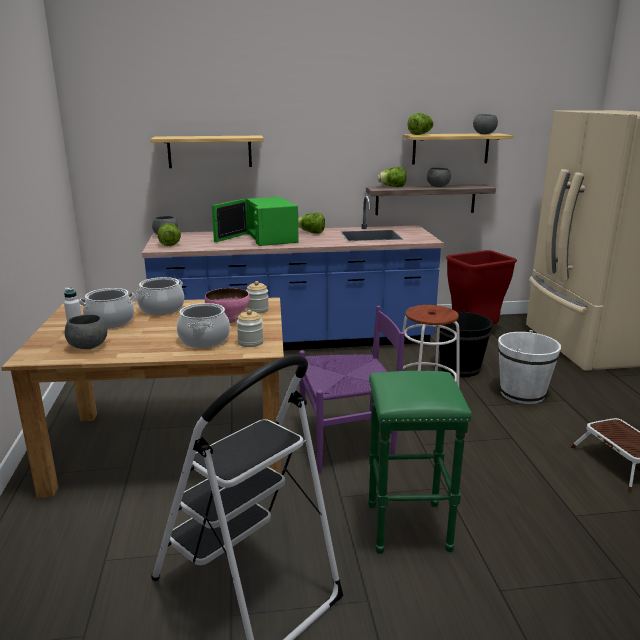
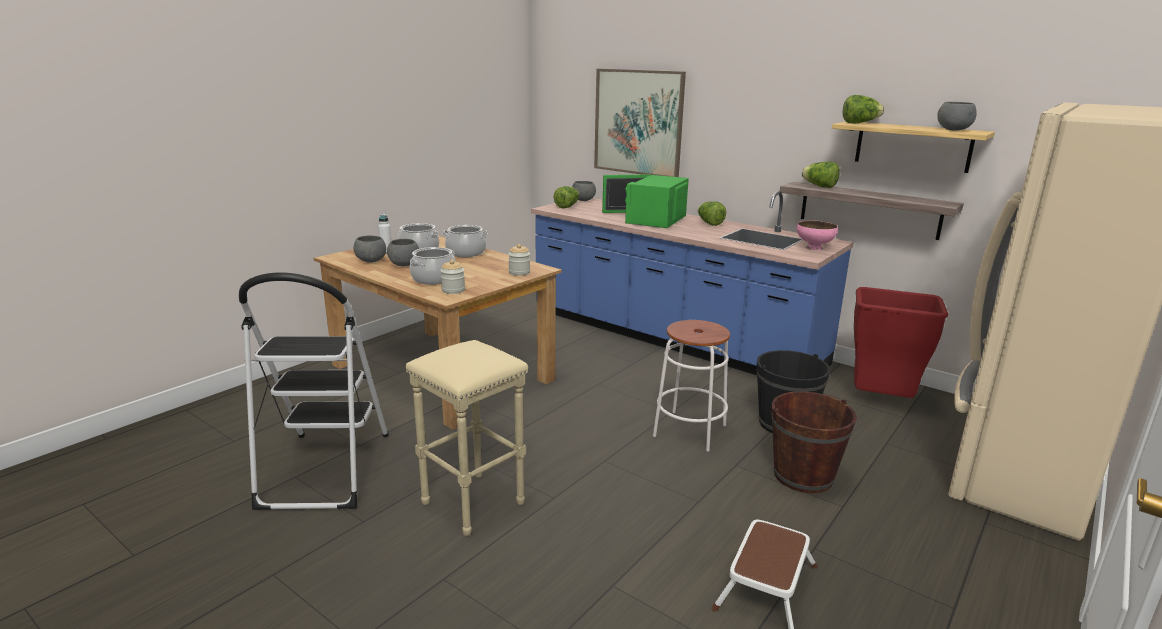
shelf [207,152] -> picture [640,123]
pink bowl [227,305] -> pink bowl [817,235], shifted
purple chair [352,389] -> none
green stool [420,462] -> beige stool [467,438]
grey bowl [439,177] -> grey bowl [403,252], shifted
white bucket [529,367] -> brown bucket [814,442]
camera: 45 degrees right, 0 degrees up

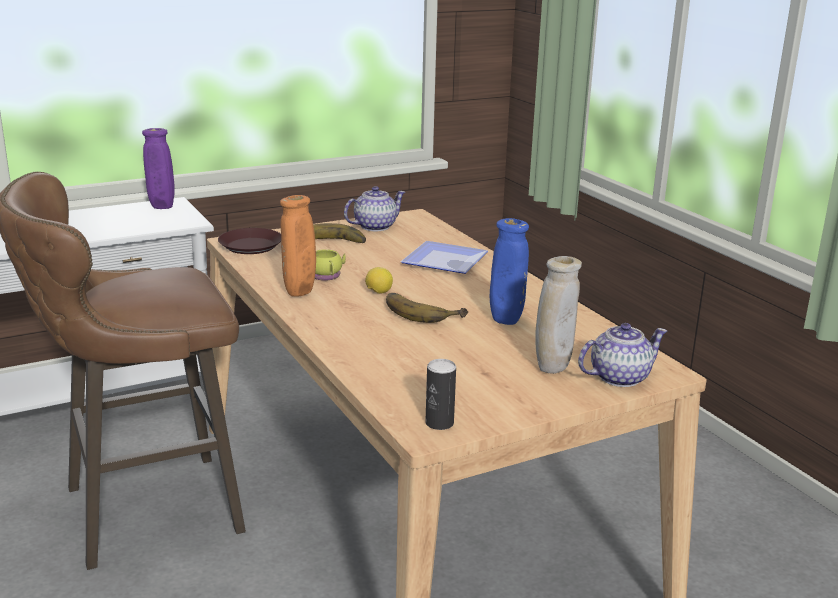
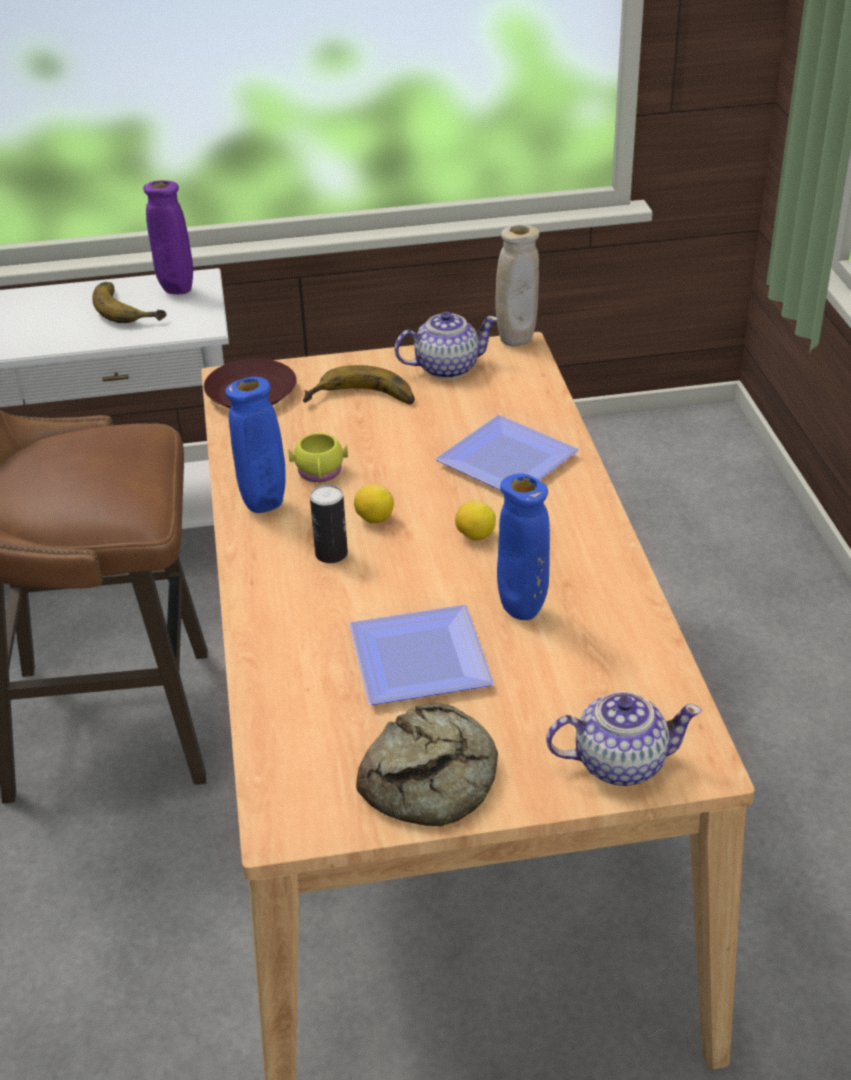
orange vase [298,246] -> blue vase [255,445]
banana [427,308] -> banana [129,302], shifted
can [440,394] -> can [329,523], shifted
beige vase [558,315] -> beige vase [517,285], shifted
none -> plate [421,655]
none -> bread [427,764]
none -> lemon [475,521]
camera: 20 degrees right, 15 degrees up

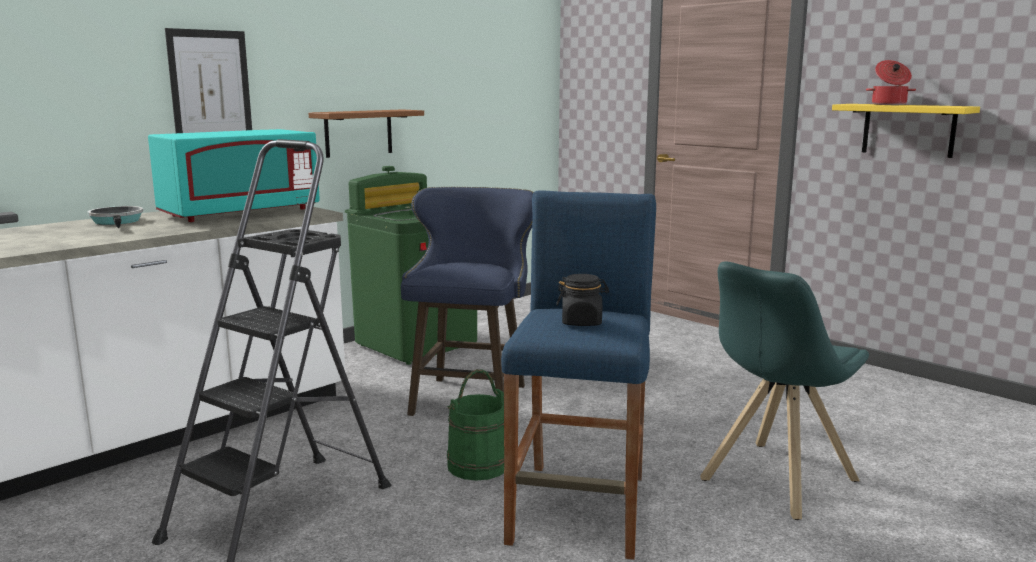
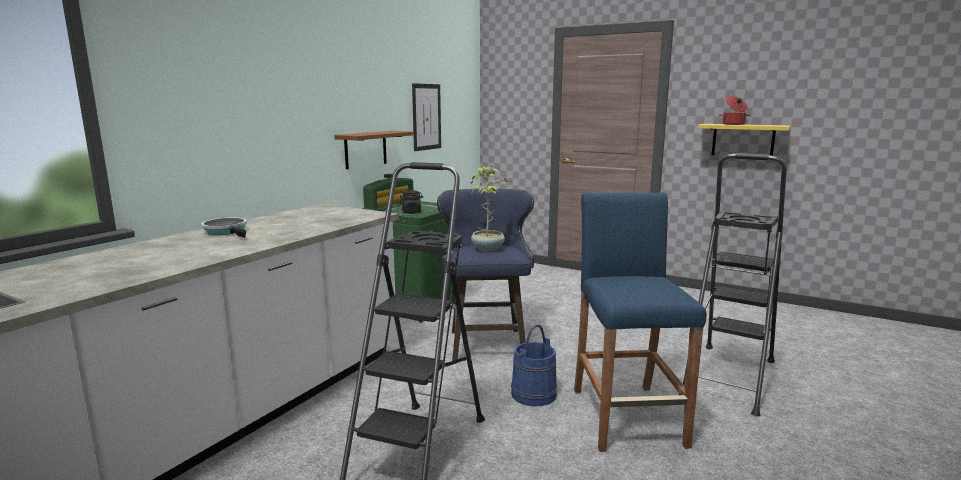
turquoise microwave [234,175] -> none
picture [208,80] -> picture [426,117], shifted
green bucket [475,425] -> blue bucket [534,365]
black jar [582,300] -> black jar [411,202], shifted
turquoise chair [784,390] -> step ladder [733,285]
none -> potted plant [491,208]
camera: 15 degrees left, 0 degrees up

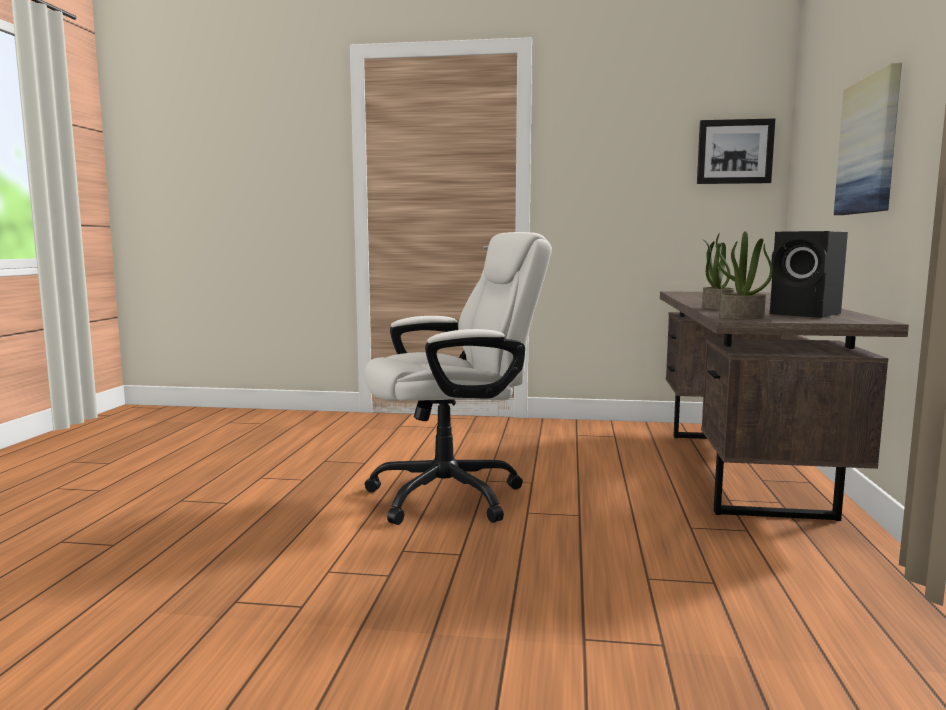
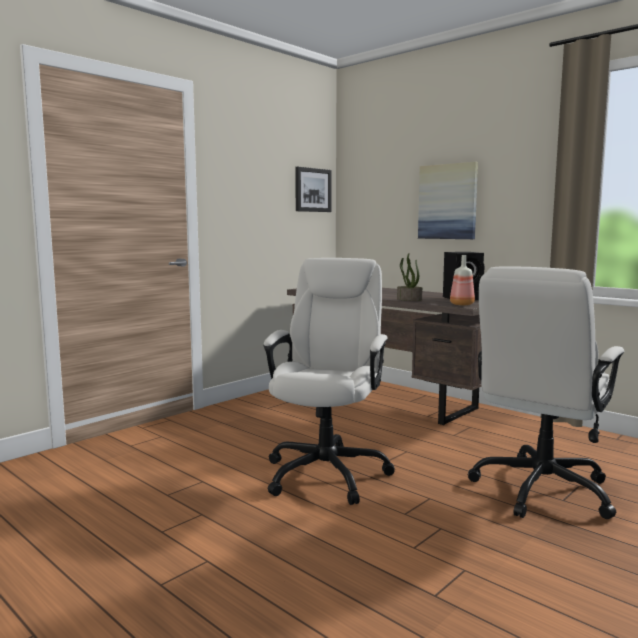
potted plant [745,275] -> bottle [462,280]
none -> white office chair [546,392]
camera: 55 degrees left, 0 degrees up

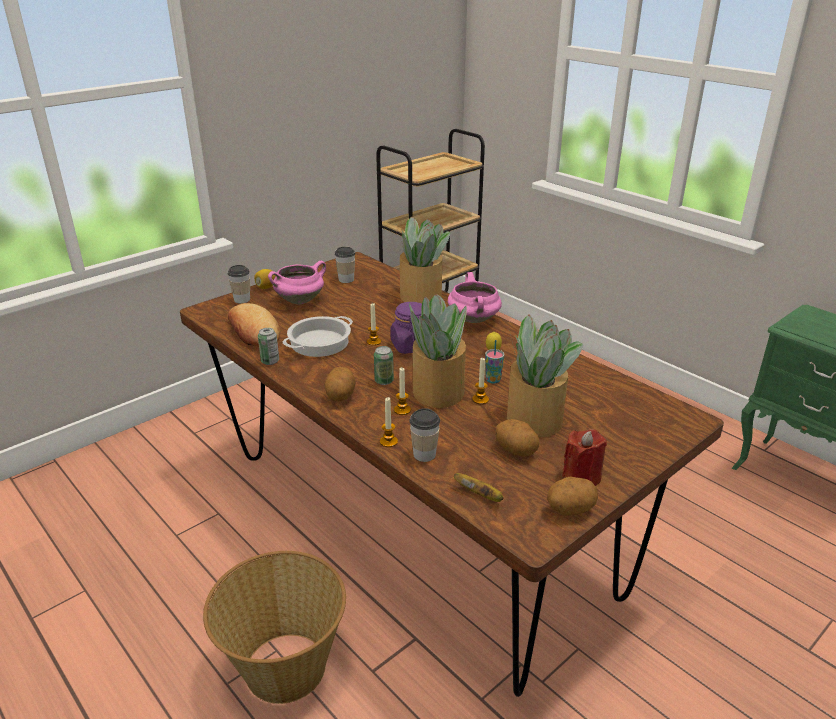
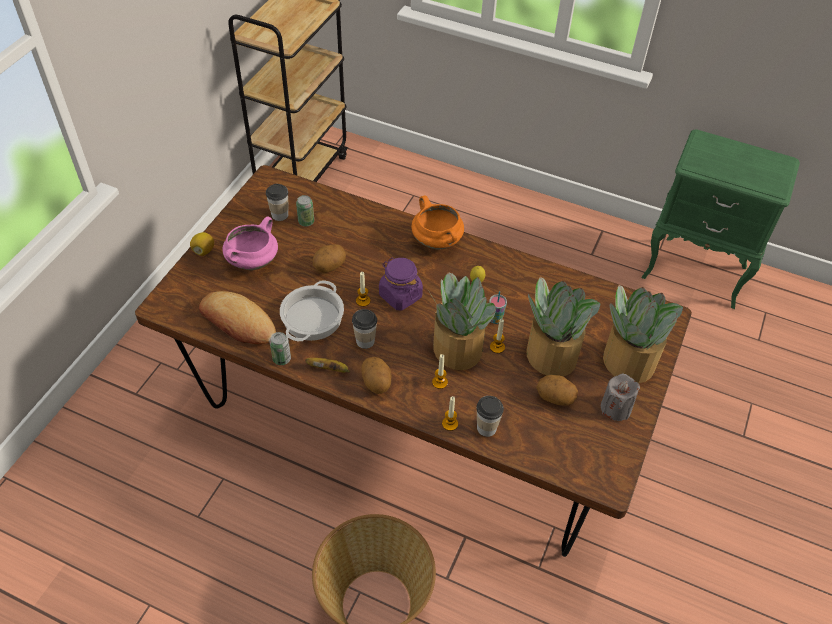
cup [238,284] -> cup [364,329], shifted
can [384,365] -> can [305,211], shifted
potted plant [424,260] -> potted plant [643,334], shifted
pink cooking pot [475,297] -> orange cooking pot [437,222]
banana [479,487] -> banana [327,365], shifted
potato [572,496] -> potato [329,258], shifted
red candle [584,457] -> grey candle [620,397]
camera: 25 degrees left, 20 degrees up

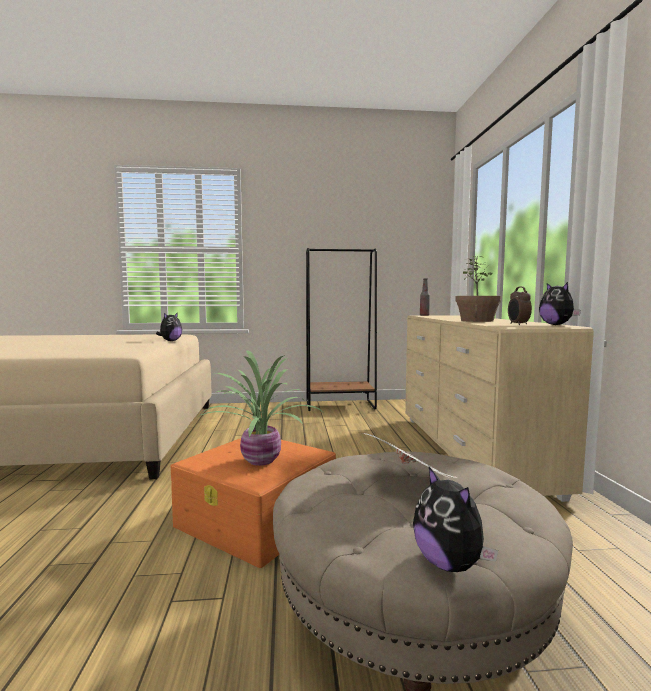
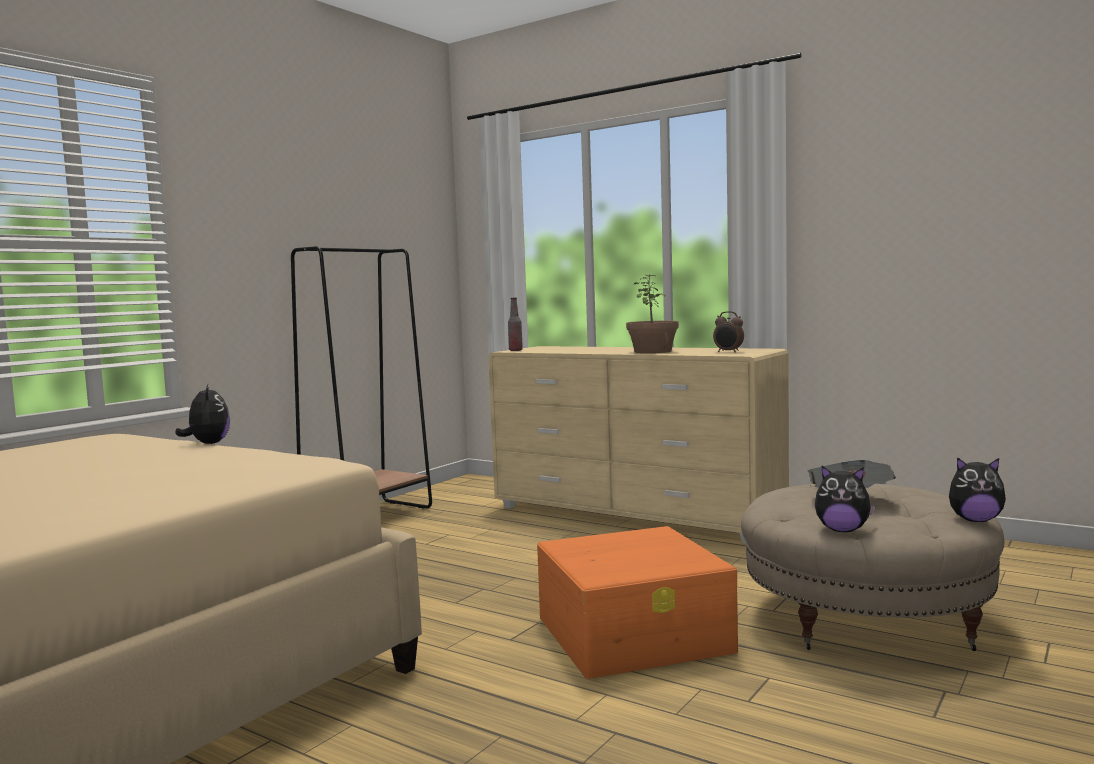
potted plant [261,408] -> none
plush toy [560,303] -> plush toy [845,499], shifted
camera: 50 degrees left, 0 degrees up

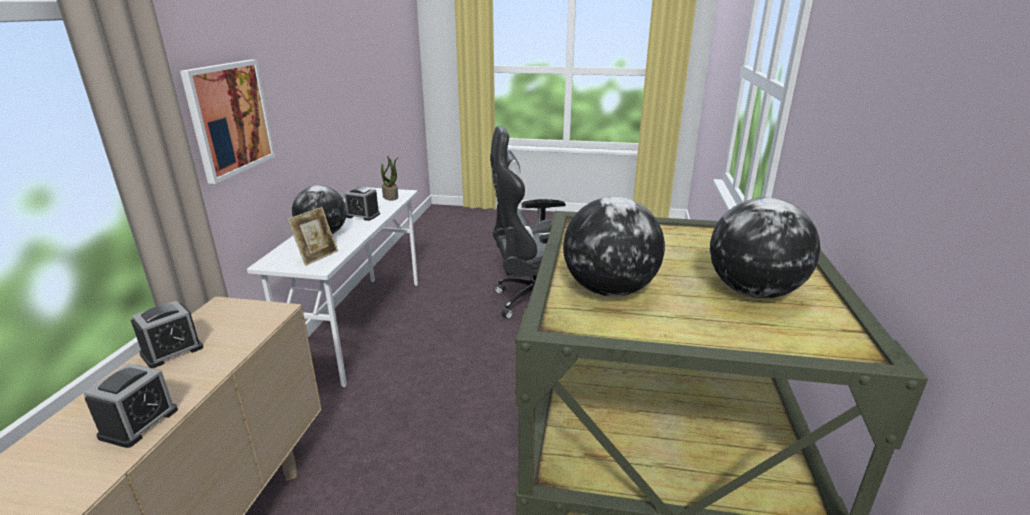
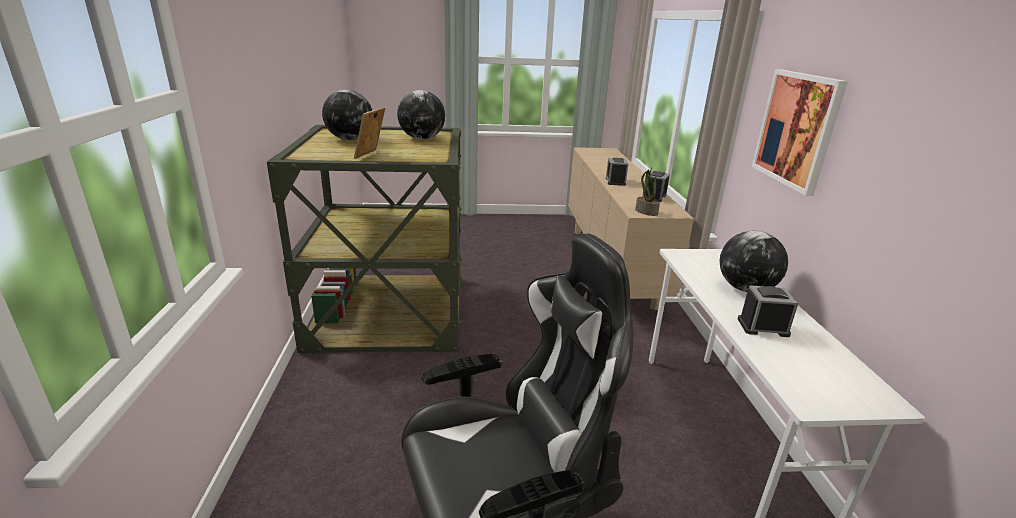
picture frame [312,236] -> picture frame [369,133], shifted
potted plant [389,178] -> potted plant [647,192], shifted
camera: 165 degrees right, 0 degrees up

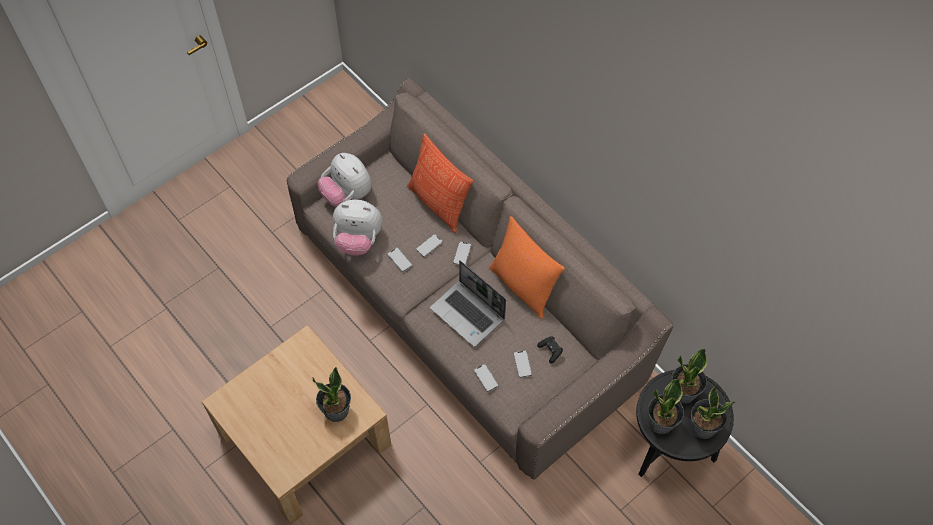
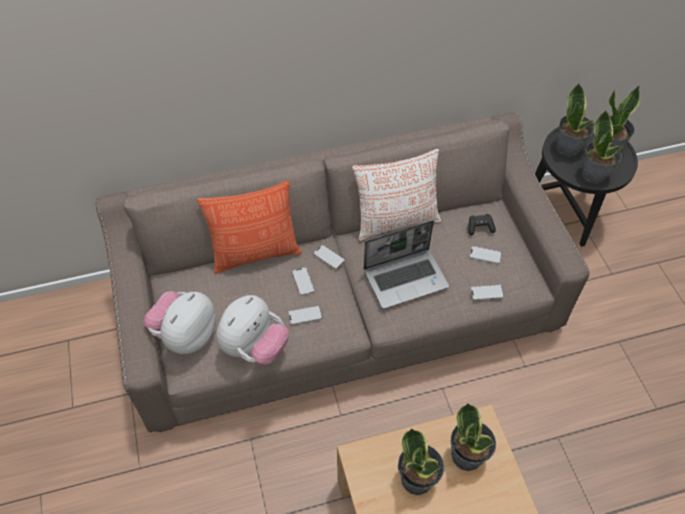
plush toy [345,179] -> plush toy [179,322], 135 degrees clockwise
orange pillow [527,267] -> white pillow [396,195]
none -> potted plant [421,461]
camera: 65 degrees left, 5 degrees down

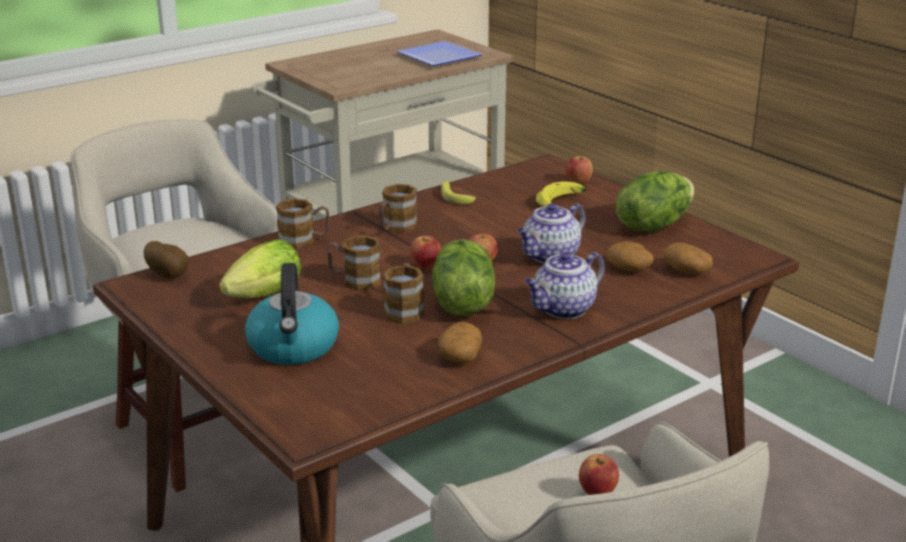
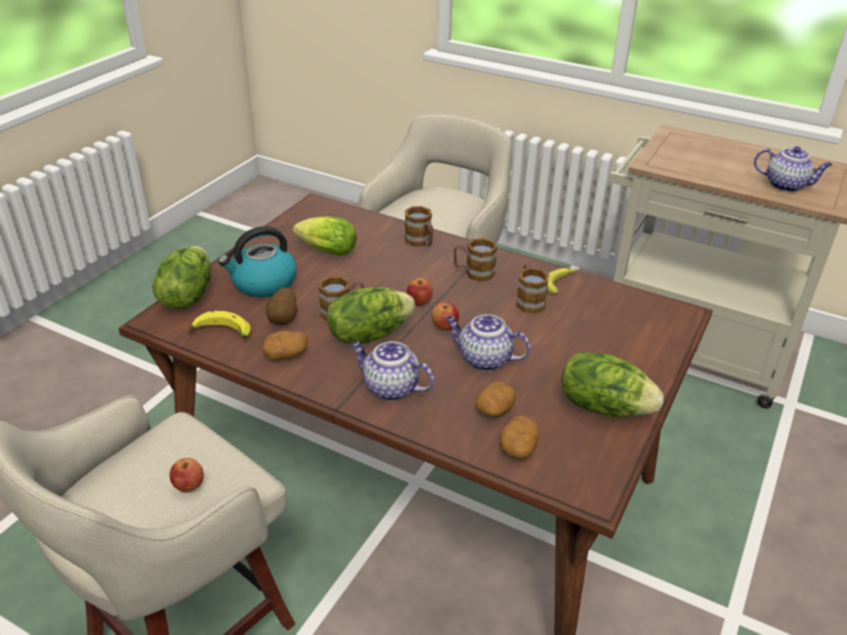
potato [166,259] -> potato [281,306], shifted
mug [354,263] -> mug [532,289], shifted
plate [440,53] -> teapot [793,169]
banana [561,194] -> banana [219,325], shifted
apple [579,170] -> none
none -> lettuce [181,278]
camera: 65 degrees right, 10 degrees up

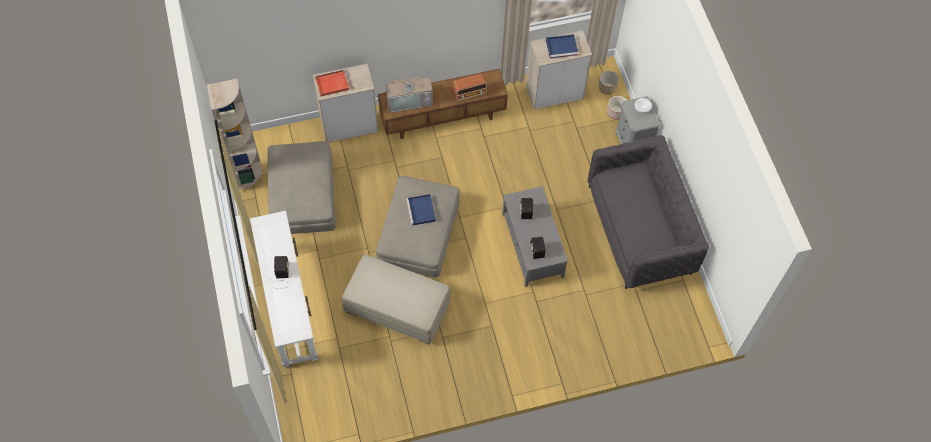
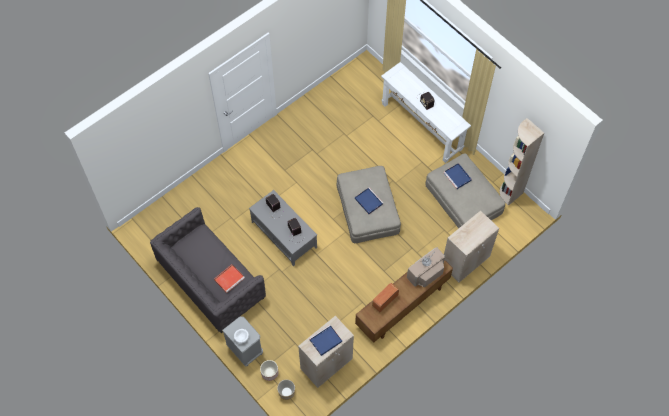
red tray [332,82] -> red tray [229,278], shifted
beige ottoman [396,299] -> none
none -> blue tray [458,176]
camera: 155 degrees right, 0 degrees up

